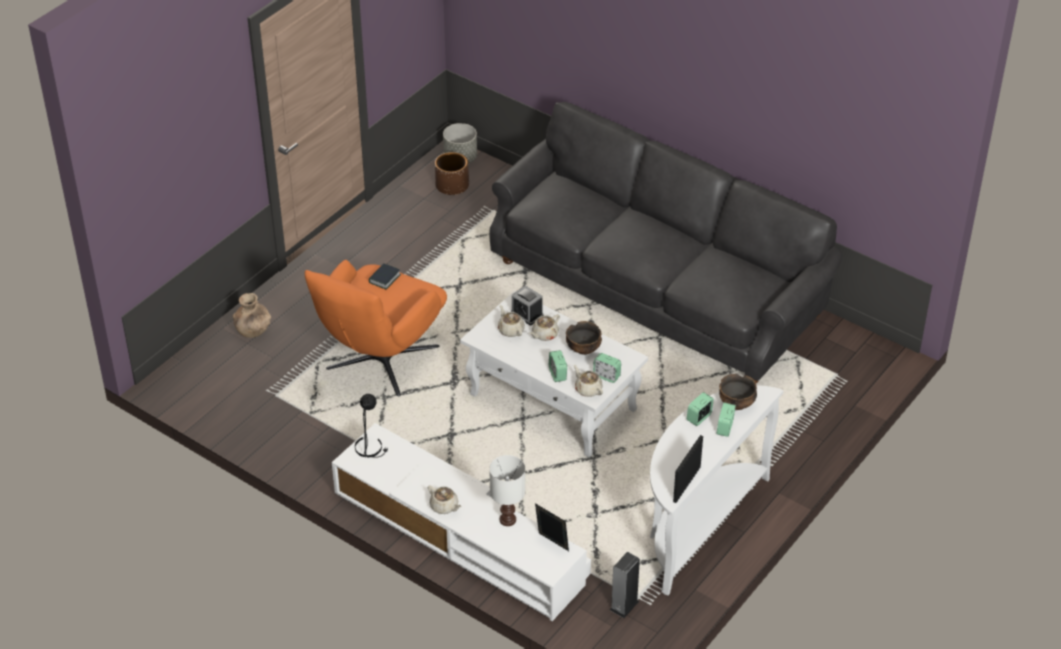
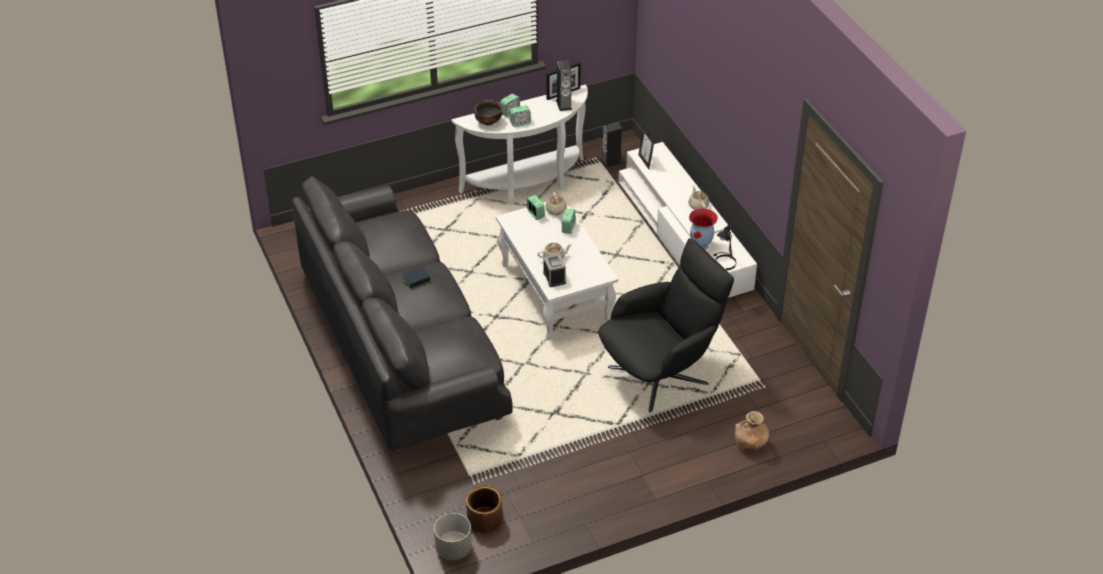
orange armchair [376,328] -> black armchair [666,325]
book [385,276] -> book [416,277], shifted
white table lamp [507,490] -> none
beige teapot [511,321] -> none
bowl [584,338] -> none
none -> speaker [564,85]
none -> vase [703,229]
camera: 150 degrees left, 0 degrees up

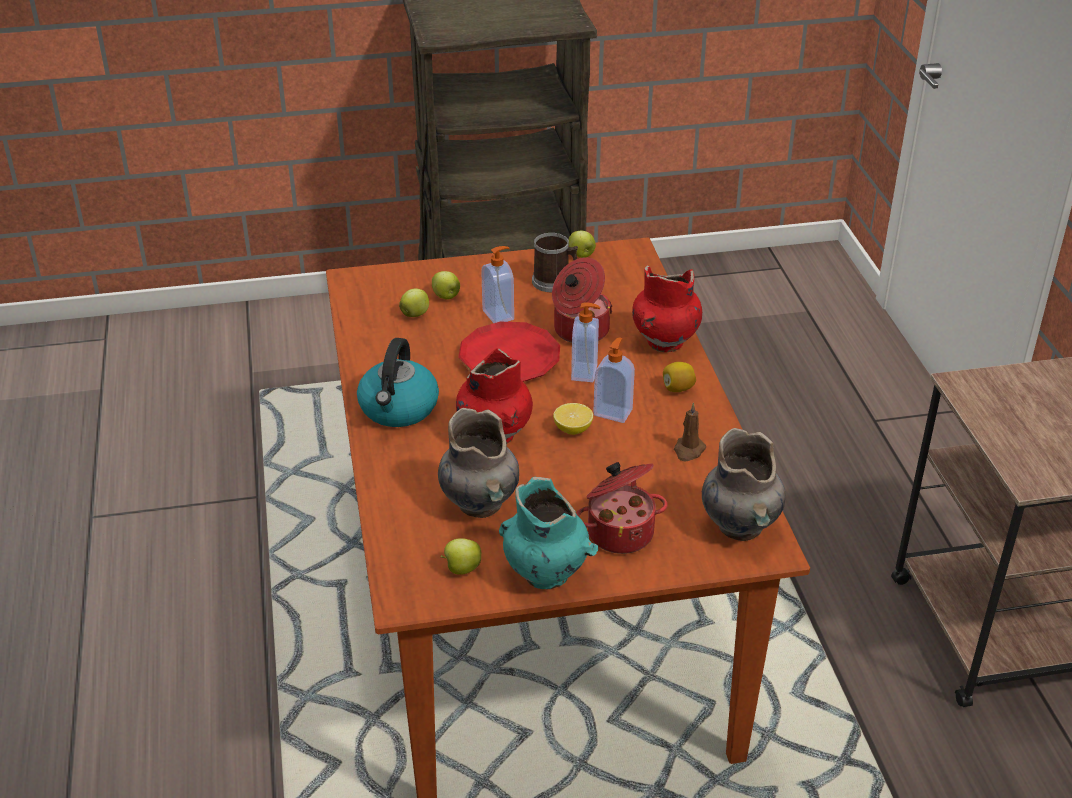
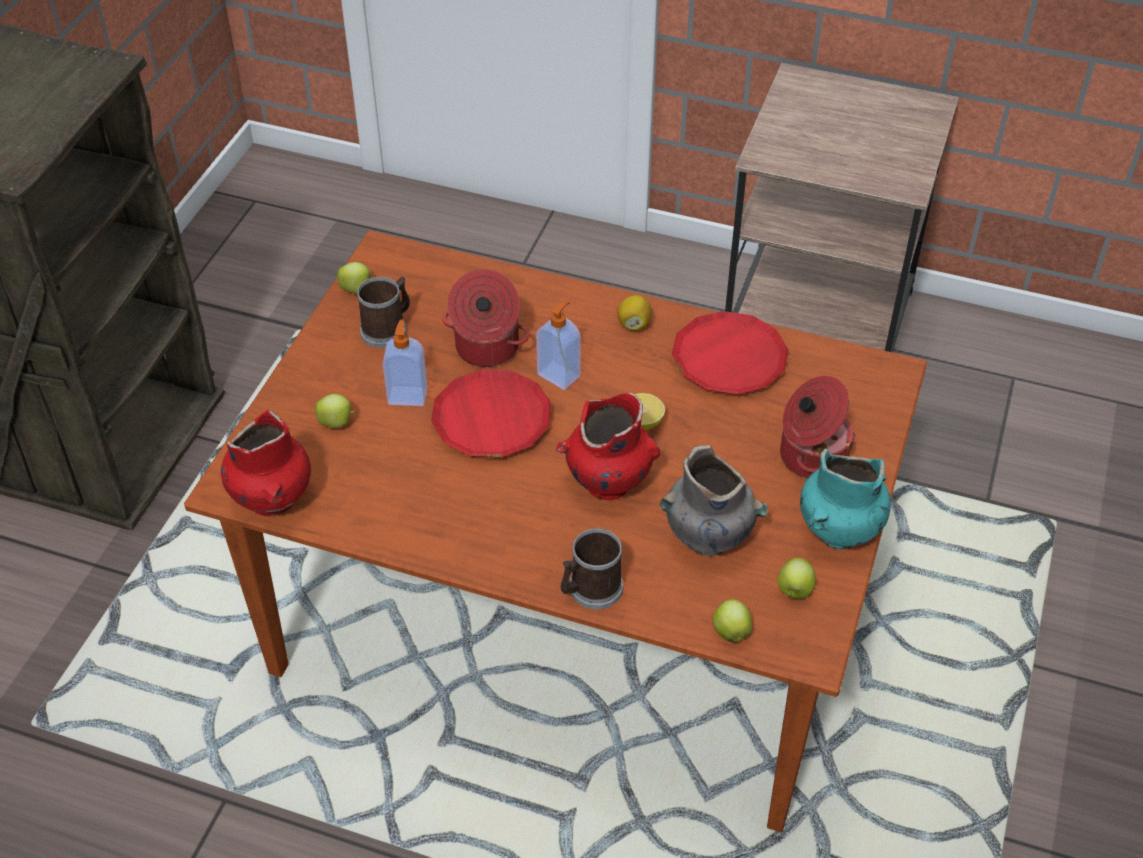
kettle [398,382] -> none
apple [414,302] -> apple [732,620], shifted
soap dispenser [614,380] -> none
red vase [667,309] -> red vase [266,462], shifted
brown candle [690,432] -> red plate [730,353]
grey vase [743,484] -> none
none -> mug [592,568]
camera: 60 degrees left, 10 degrees up

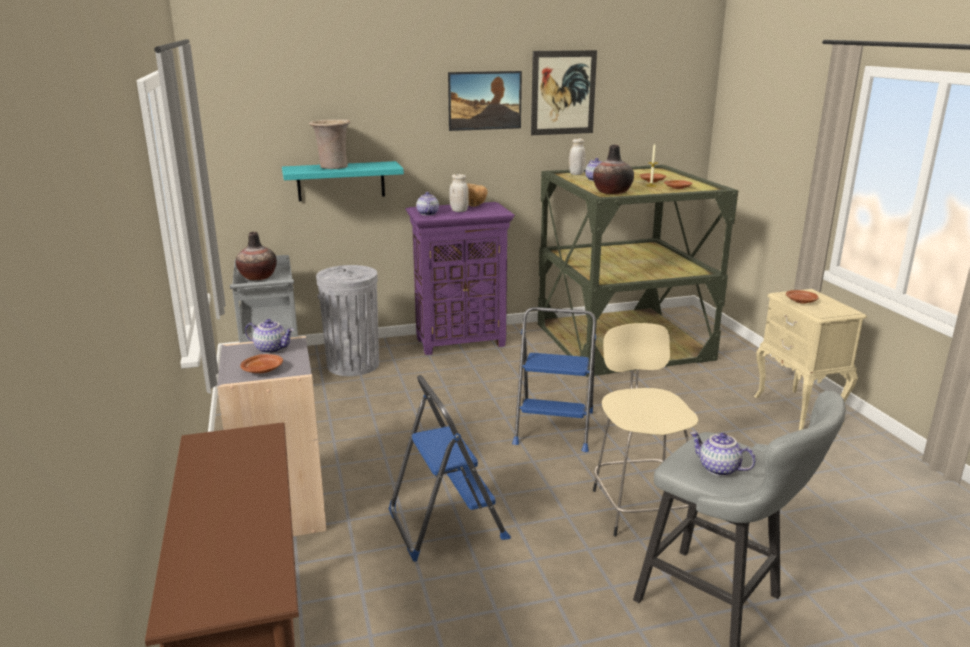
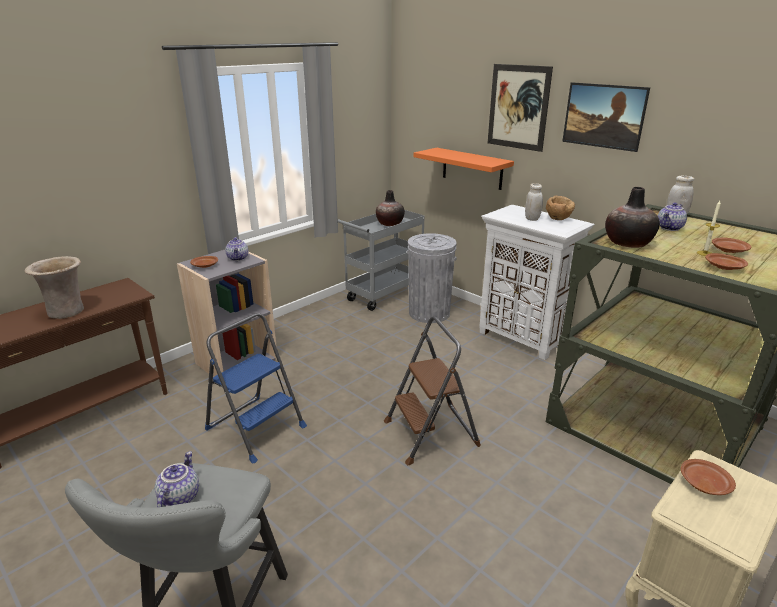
turquoise shelf [343,181] -> orange shelf [463,169]
beige vase [329,144] -> beige vase [54,287], shifted
purple cabinet [460,278] -> white cabinet [537,282]
teapot [427,204] -> none
blue step ladder [554,379] -> brown step ladder [432,391]
picture [564,92] -> picture [520,108], shifted
beige stool [646,429] -> none
camera: 60 degrees right, 5 degrees up

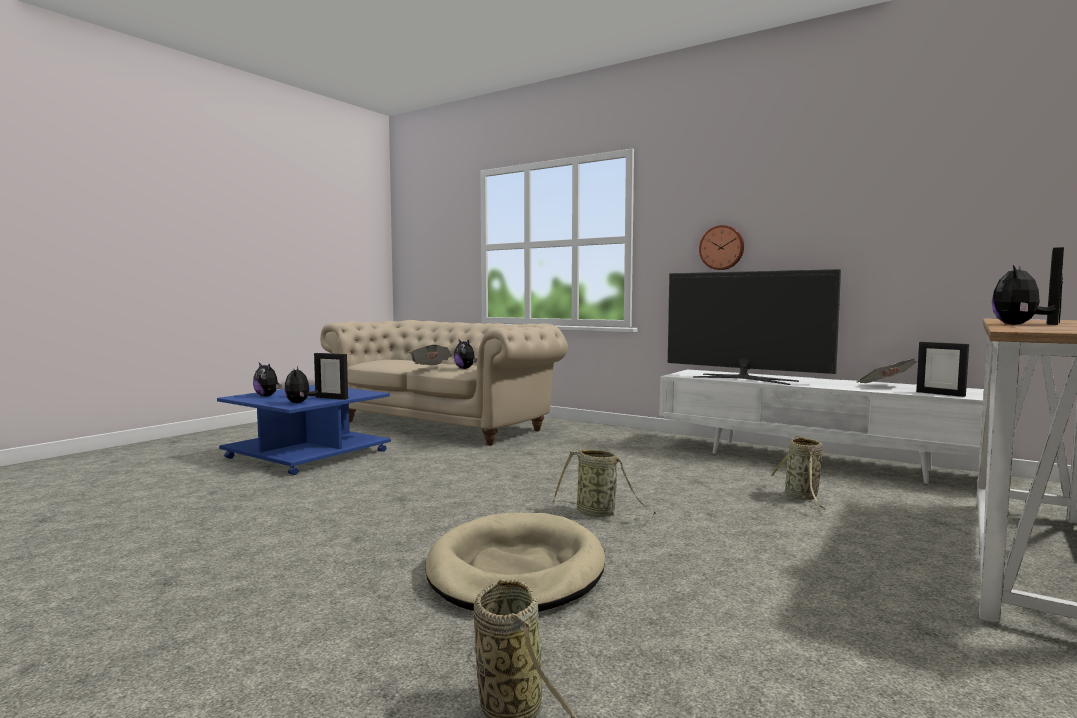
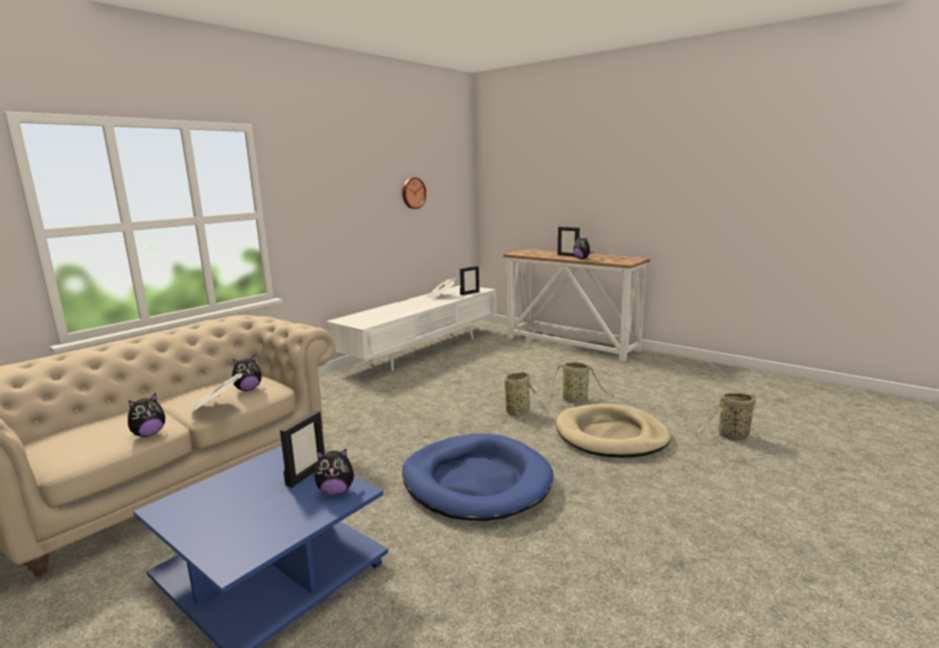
plush toy [267,379] -> plush toy [146,415], shifted
television [754,327] -> none
wall clock [721,247] -> wall clock [414,193], shifted
basket [798,473] -> basket [581,382], shifted
none -> blue dog bed [478,477]
camera: 85 degrees left, 10 degrees up

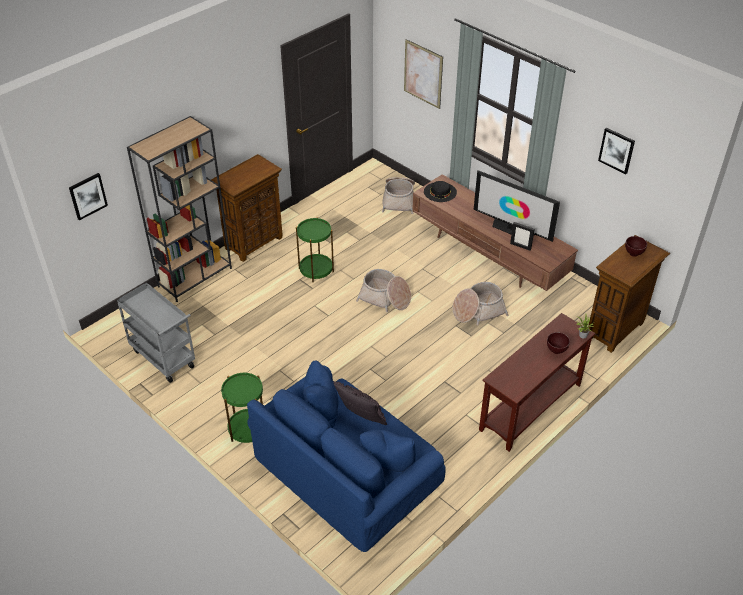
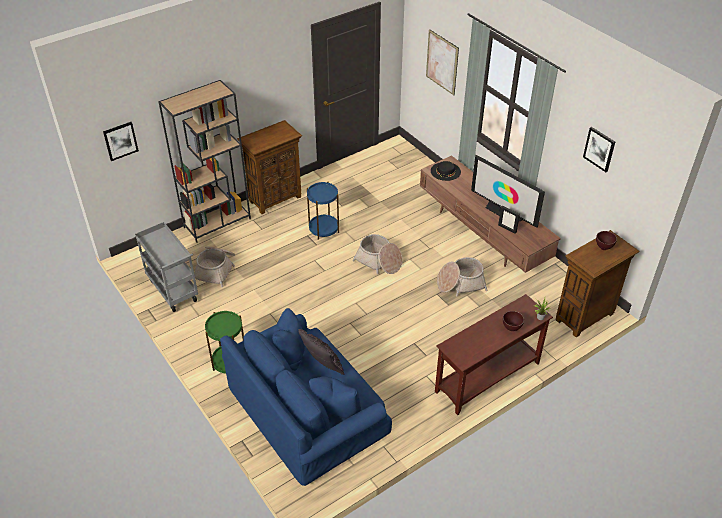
green side table [315,249] -> blue side table [323,211]
basket [398,195] -> basket [214,267], shifted
camera: 10 degrees right, 0 degrees up

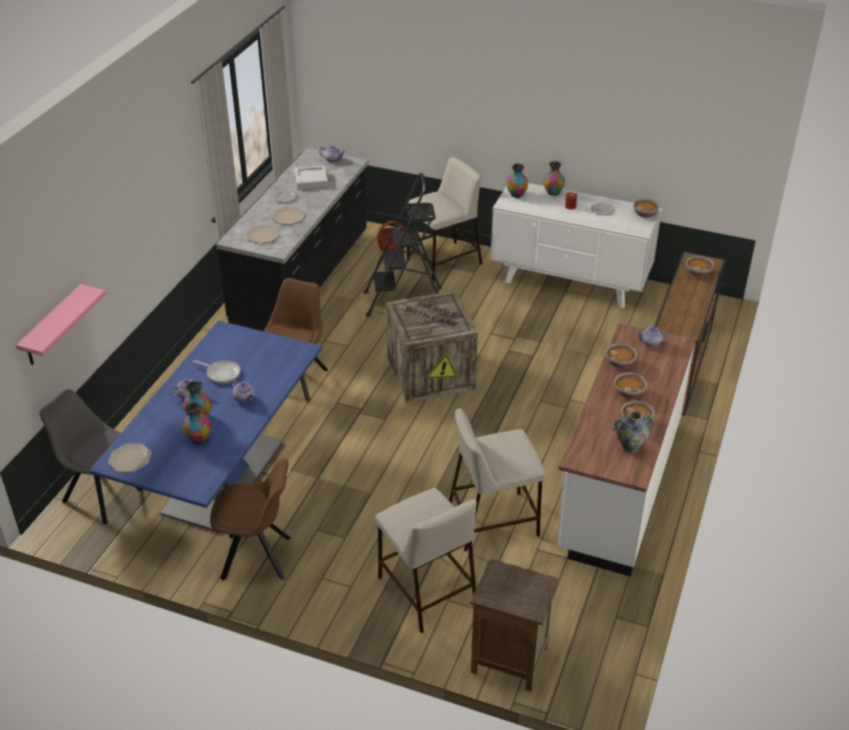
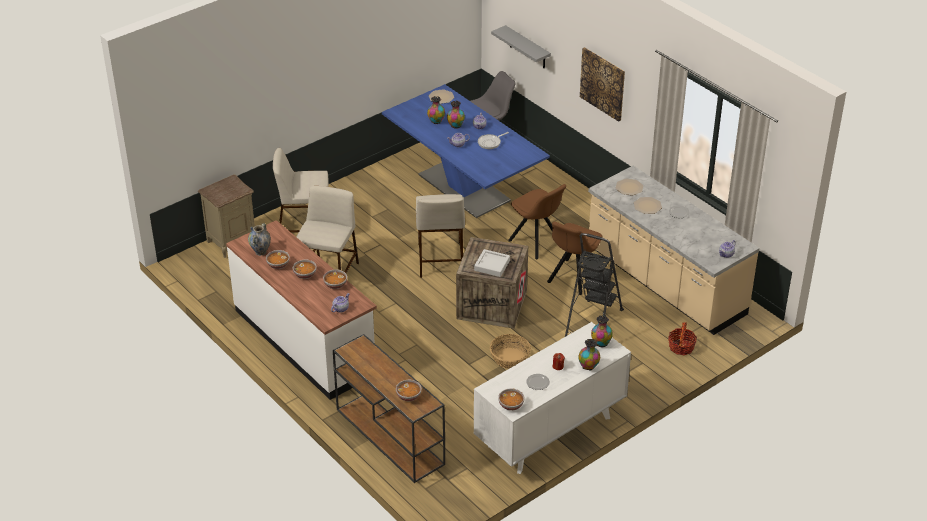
pink shelf [61,324] -> grey shelf [521,47]
brown chair [250,519] -> brown chair [574,258], shifted
black counter [292,239] -> beige counter [674,250]
grey tray [311,178] -> grey tray [492,263], shifted
beige stool [444,219] -> beige stool [440,236], shifted
none -> basket [510,351]
none -> picture [602,84]
camera: 120 degrees right, 0 degrees up

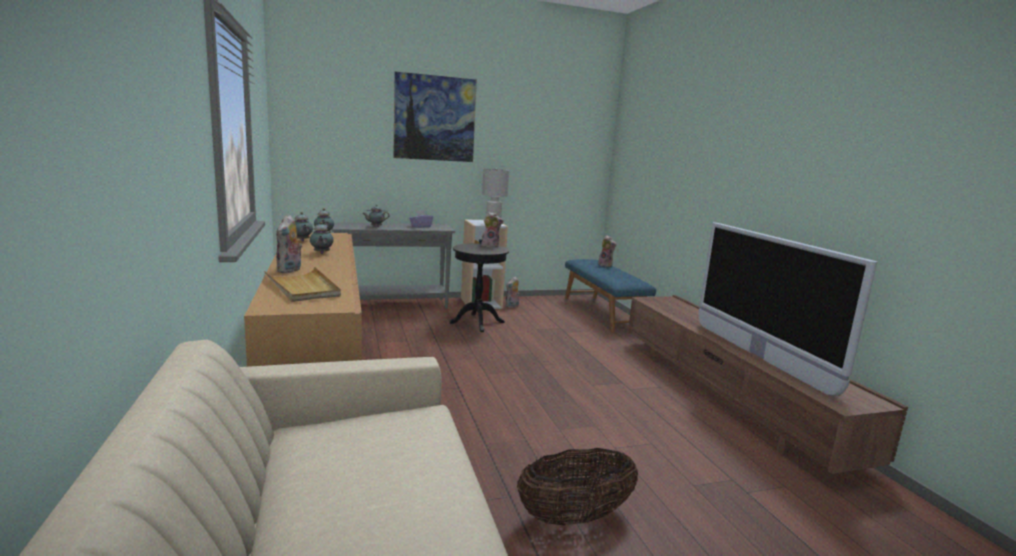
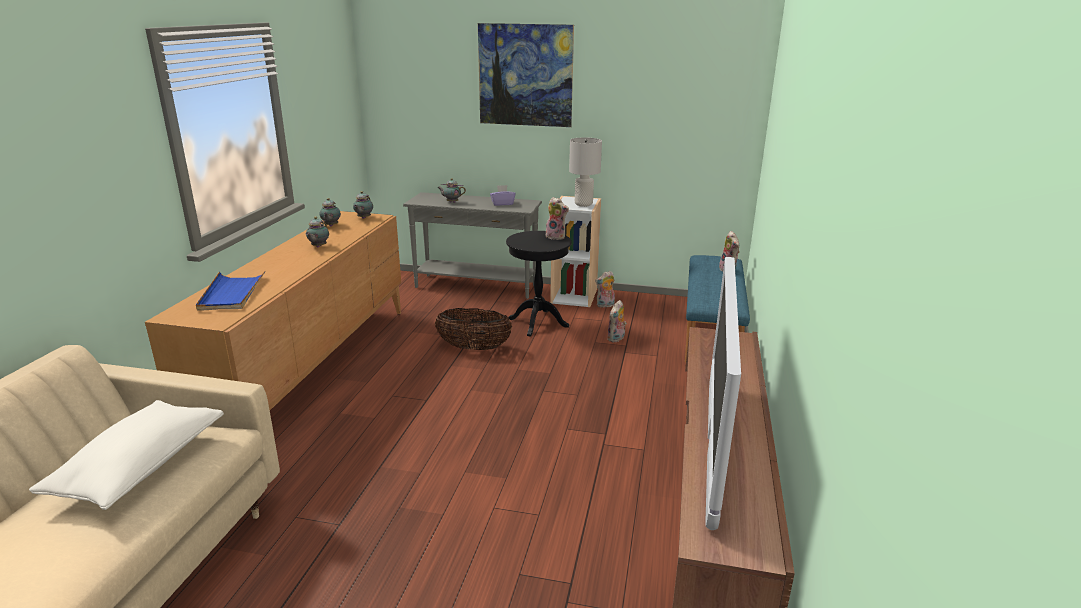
beige tray [302,284] -> blue tray [231,290]
plush toy [289,244] -> plush toy [617,321], shifted
basket [577,486] -> basket [474,329], shifted
none -> white pillow [126,455]
camera: 30 degrees right, 10 degrees up

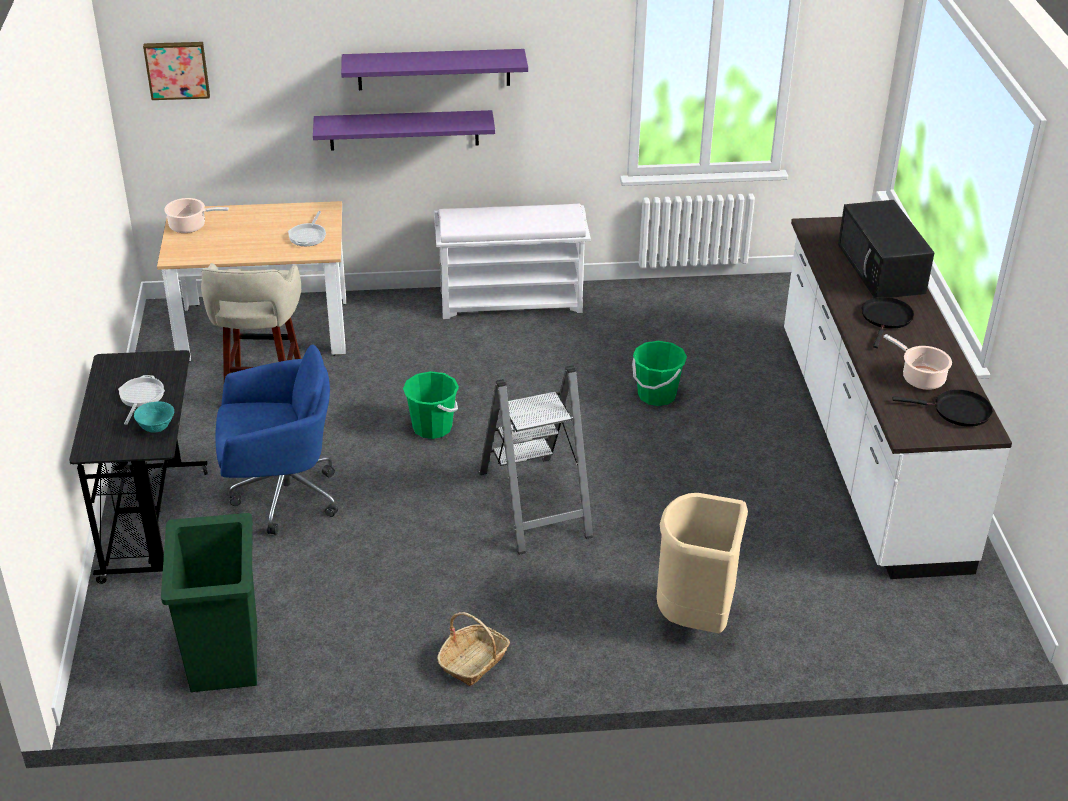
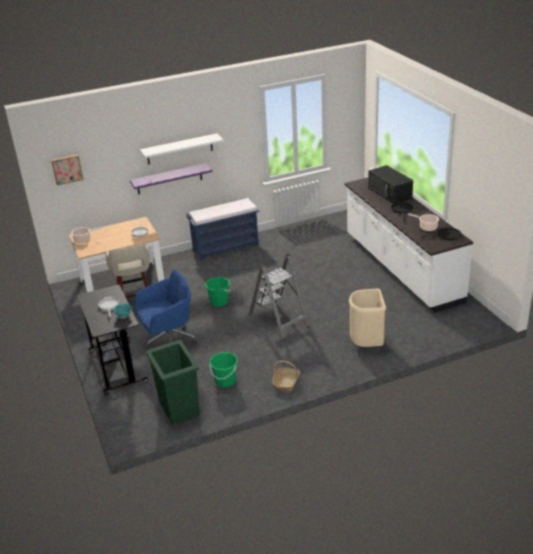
purple shelf [434,69] -> white shelf [182,148]
white bench [512,261] -> blue bench [222,229]
green bucket [659,373] -> green bucket [224,369], shifted
camera: 15 degrees left, 5 degrees down

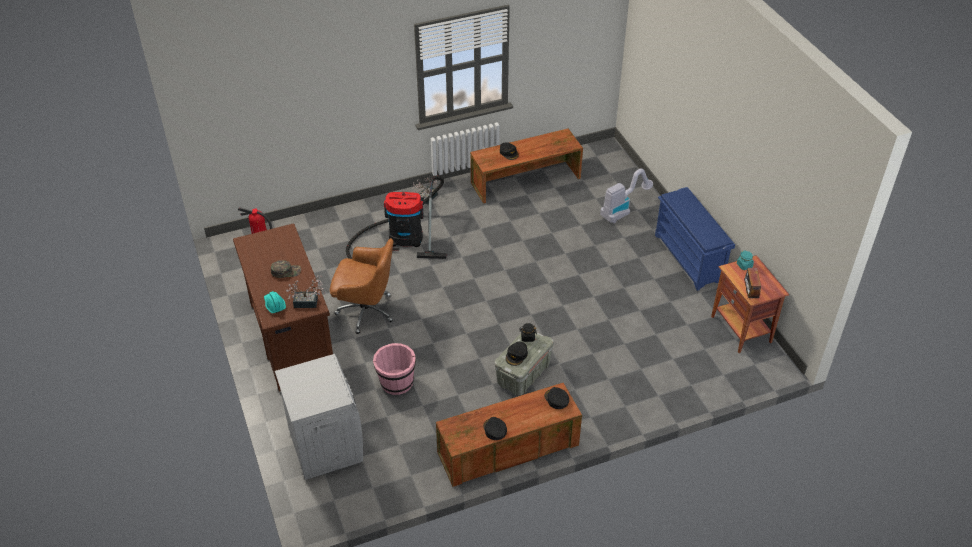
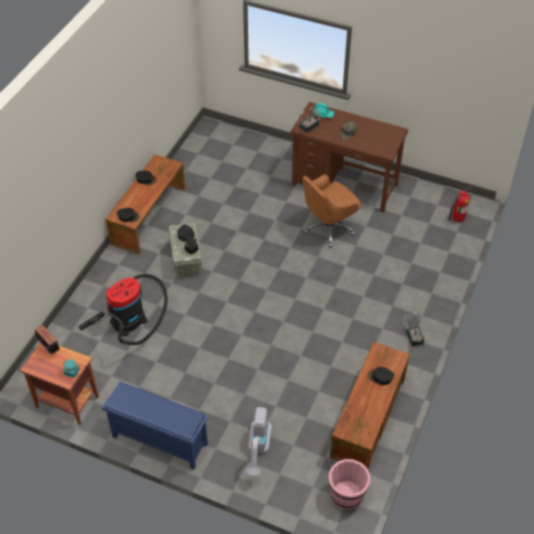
white washing machine [319,417] -> none
vacuum cleaner [396,217] -> vacuum cleaner [123,309], shifted
pink bucket [394,369] -> pink bucket [349,484], shifted
camera: 135 degrees right, 5 degrees up

